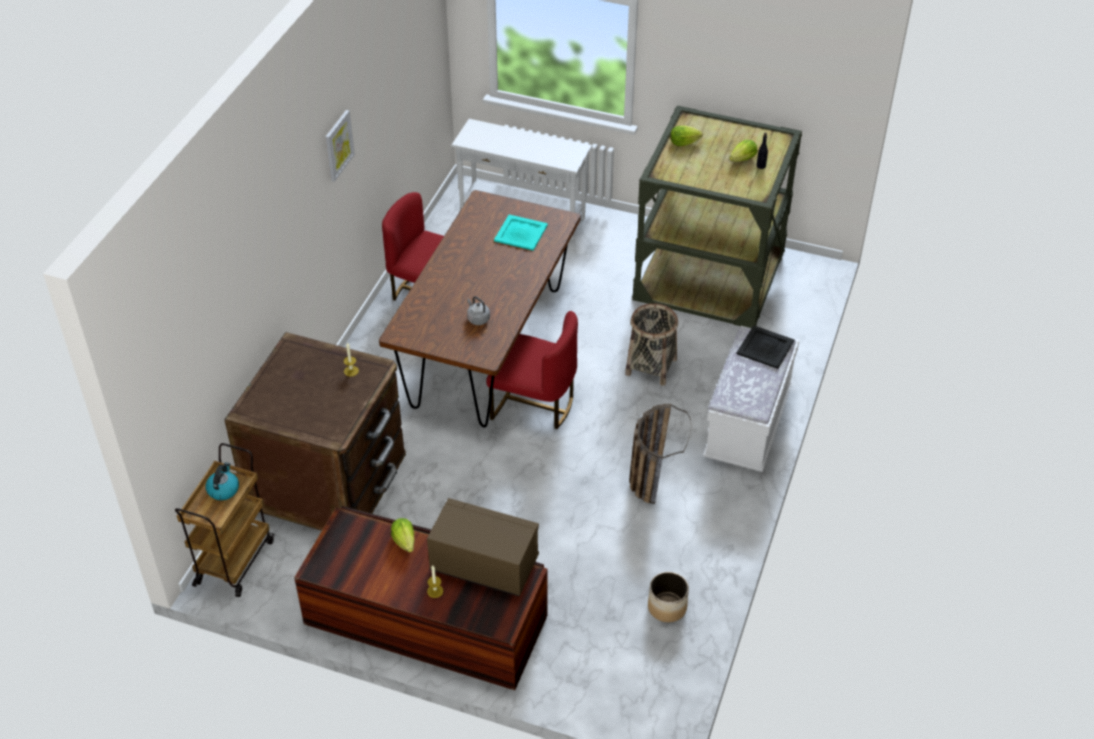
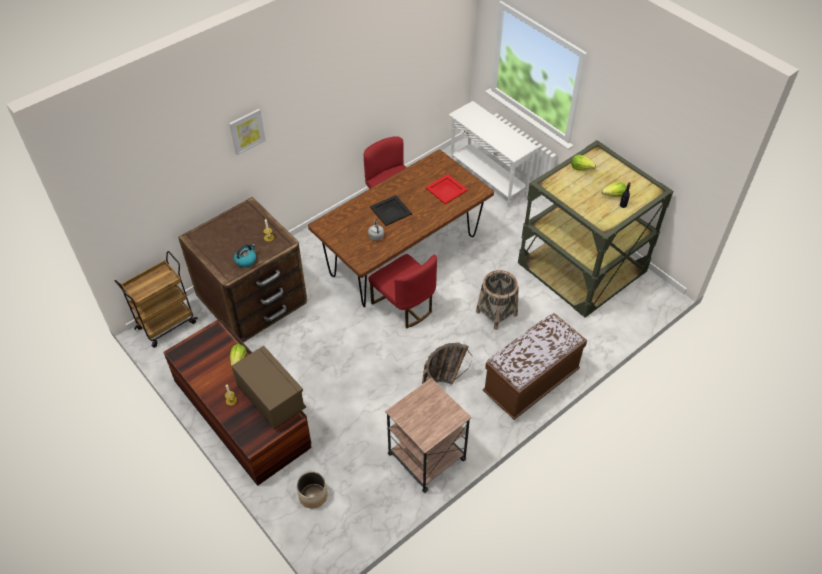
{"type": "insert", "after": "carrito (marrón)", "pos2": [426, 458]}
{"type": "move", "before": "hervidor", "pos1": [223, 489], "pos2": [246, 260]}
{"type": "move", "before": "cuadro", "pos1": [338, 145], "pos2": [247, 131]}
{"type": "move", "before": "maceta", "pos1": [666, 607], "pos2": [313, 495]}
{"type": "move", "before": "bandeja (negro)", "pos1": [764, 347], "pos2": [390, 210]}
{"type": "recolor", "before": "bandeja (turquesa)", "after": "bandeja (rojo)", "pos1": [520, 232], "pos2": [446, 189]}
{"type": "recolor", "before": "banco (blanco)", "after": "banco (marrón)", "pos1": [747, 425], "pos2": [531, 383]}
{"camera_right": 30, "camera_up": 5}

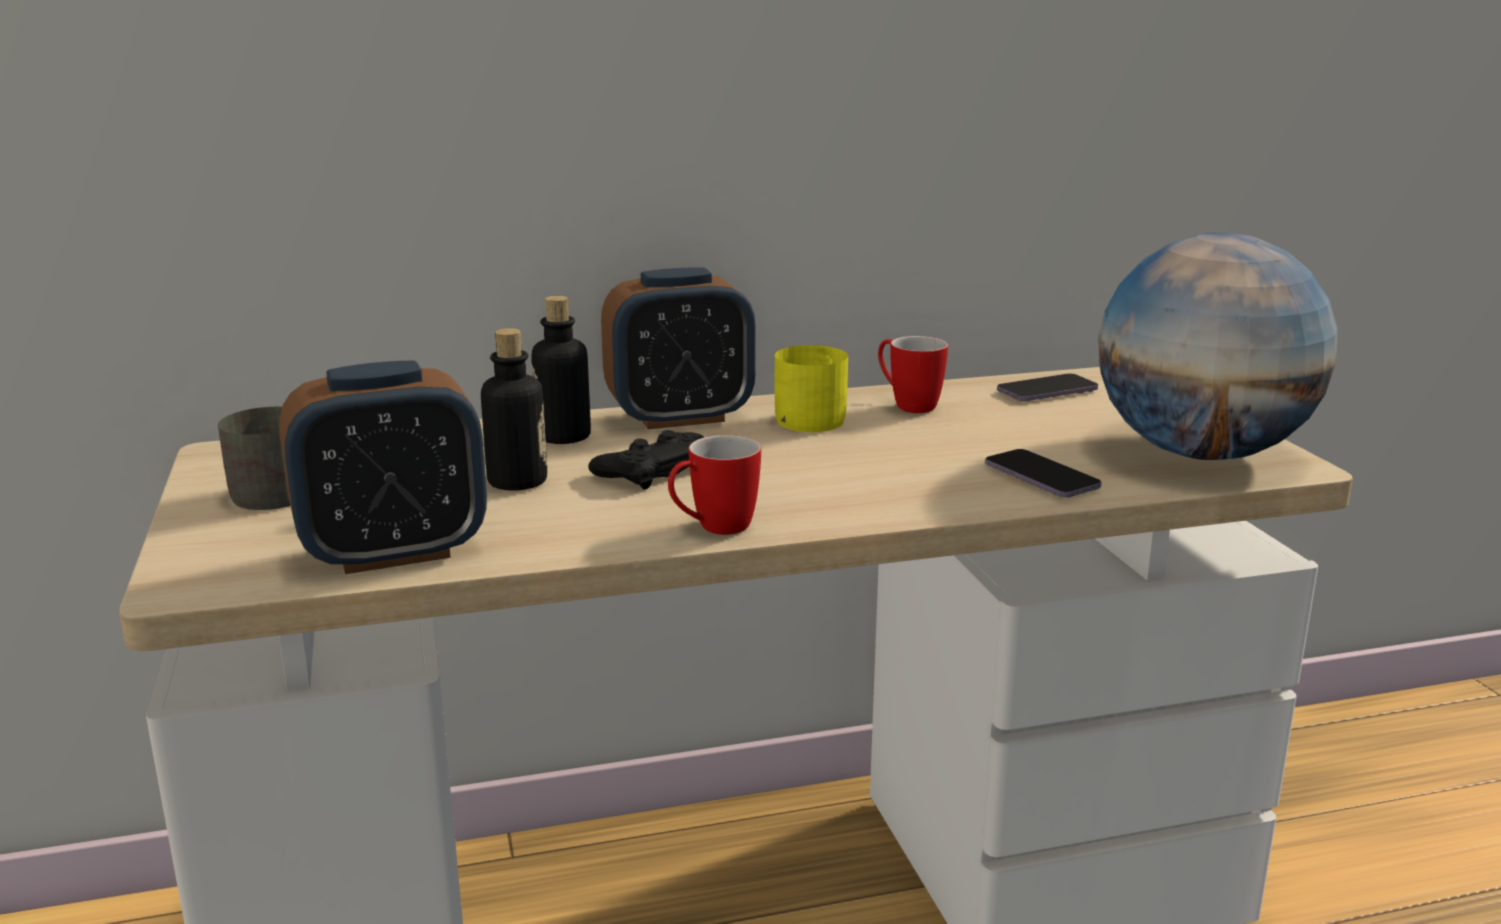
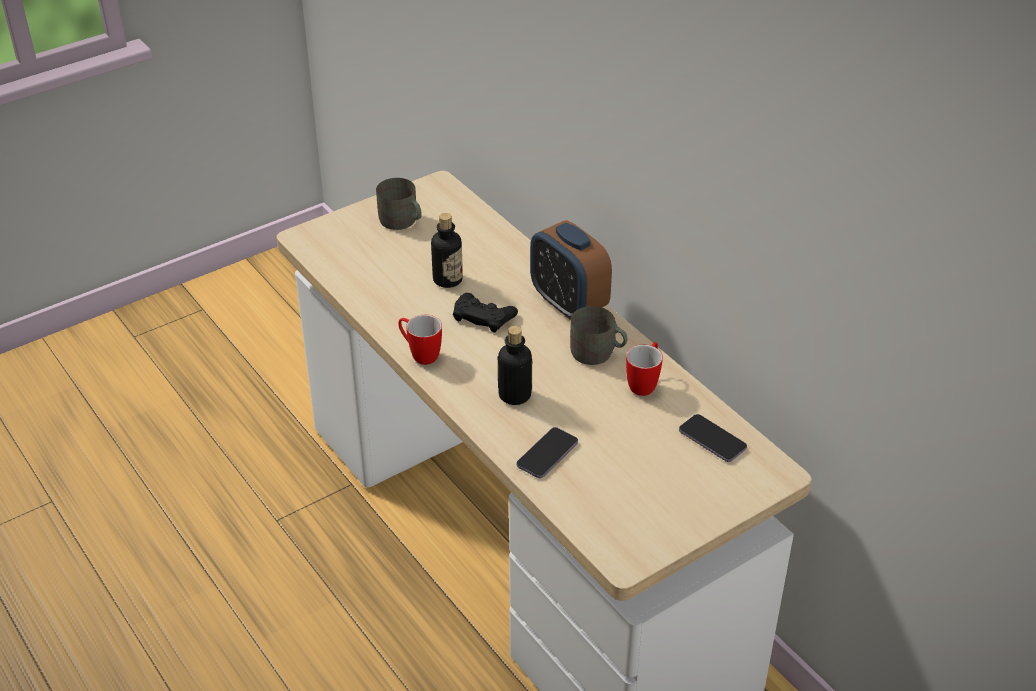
{"type": "delete", "before": "despertador", "pos1": [393, 552]}
{"type": "delete", "before": "globo terráqueo", "pos1": [1202, 453]}
{"type": "move", "before": "botella", "pos1": [563, 436], "pos2": [515, 395]}
{"type": "recolor", "before": "taza grande (amarillo)", "after": "taza grande (gris)", "pos1": [817, 418], "pos2": [597, 353]}
{"camera_right": 70, "camera_up": 20}

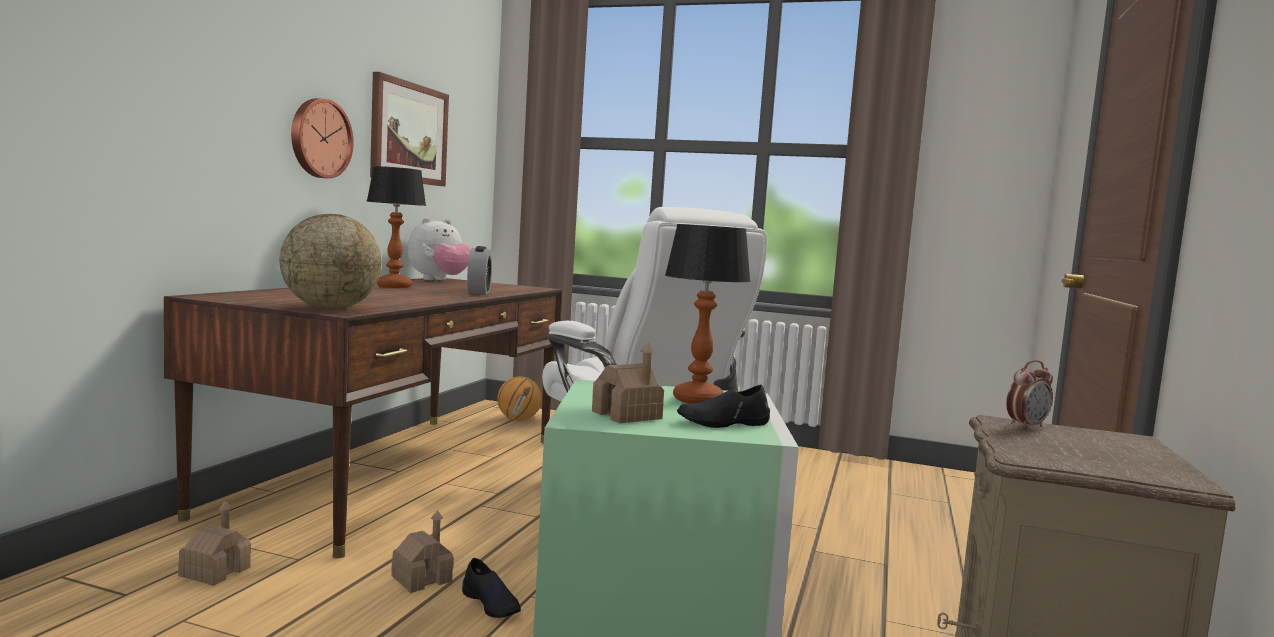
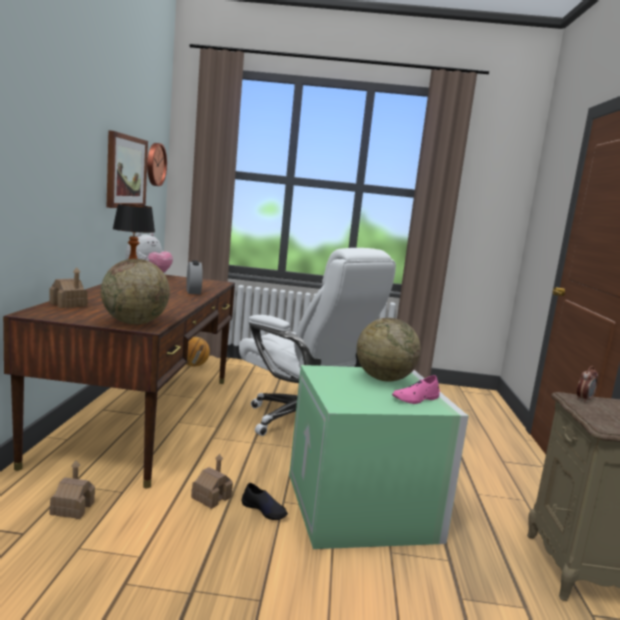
{"type": "move", "before": "reloj de pared", "pos1": [319, 138], "pos2": [154, 164]}
{"type": "move", "before": "casita", "pos1": [627, 415], "pos2": [68, 304]}
{"type": "replace", "before": "lámpara de mesa", "after": "globo terráqueo", "pos1": [697, 400], "pos2": [384, 379]}
{"type": "recolor", "before": "zapato (negro)", "after": "zapato (rosa)", "pos1": [723, 423], "pos2": [415, 399]}
{"camera_right": -15, "camera_up": 5}

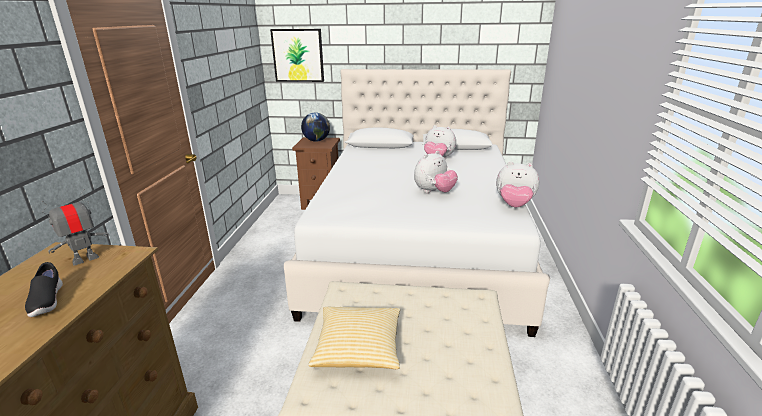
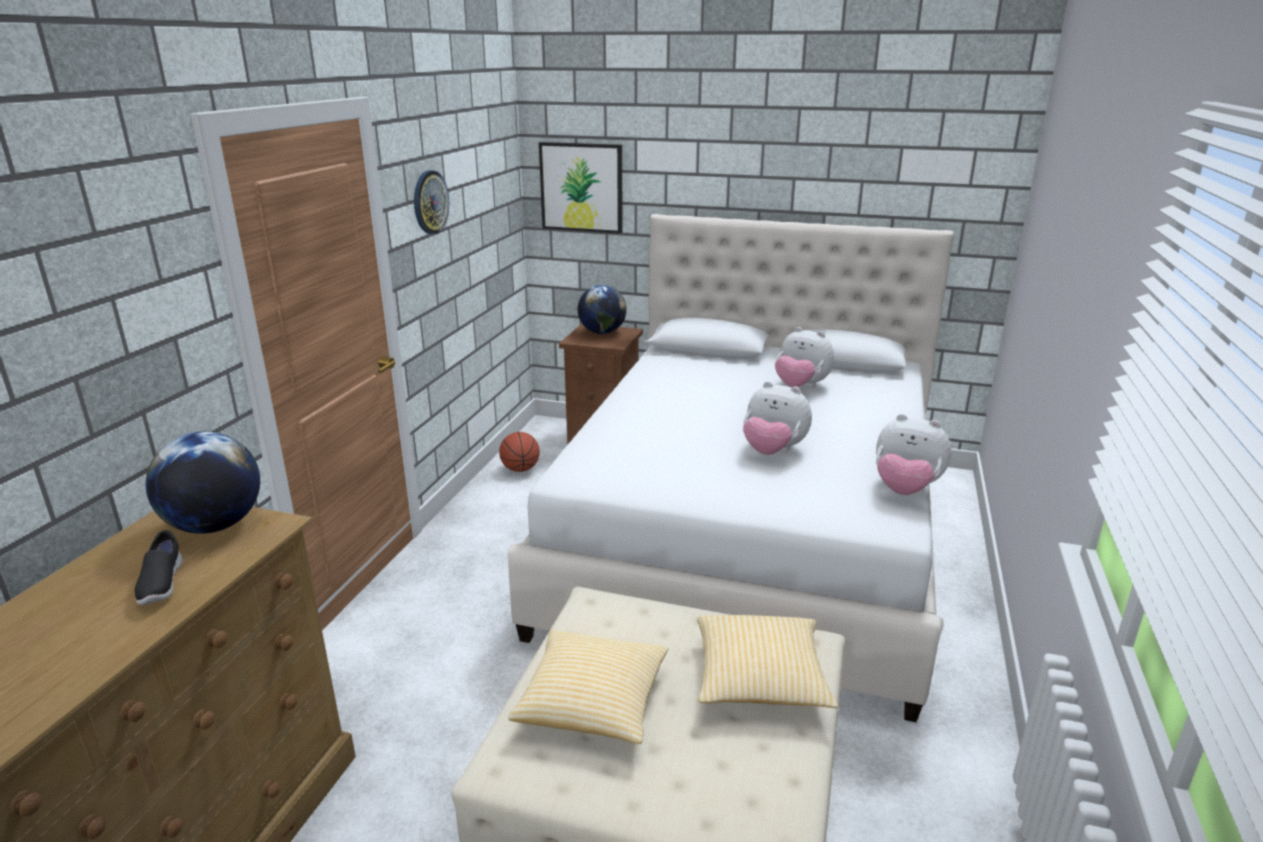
{"type": "insert", "after": "reloj de pared", "pos2": [430, 202]}
{"type": "insert", "after": "balón de baloncesto", "pos2": [520, 469]}
{"type": "insert", "after": "cojín", "pos2": [759, 680]}
{"type": "replace", "before": "robot de juguete", "after": "globo terráqueo", "pos1": [85, 259], "pos2": [215, 525]}
{"type": "rotate", "before": "peluche", "pos1": [434, 192], "pos2": [773, 451], "turn": 60}
{"camera_right": 10, "camera_up": 0}

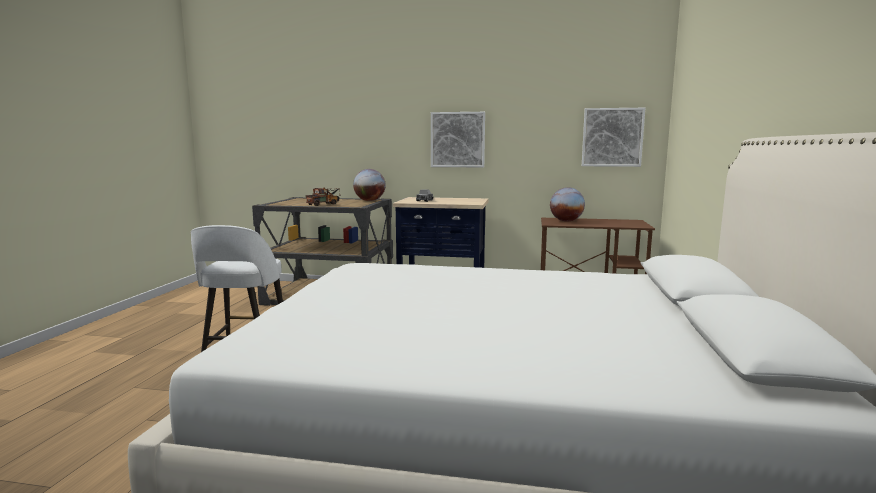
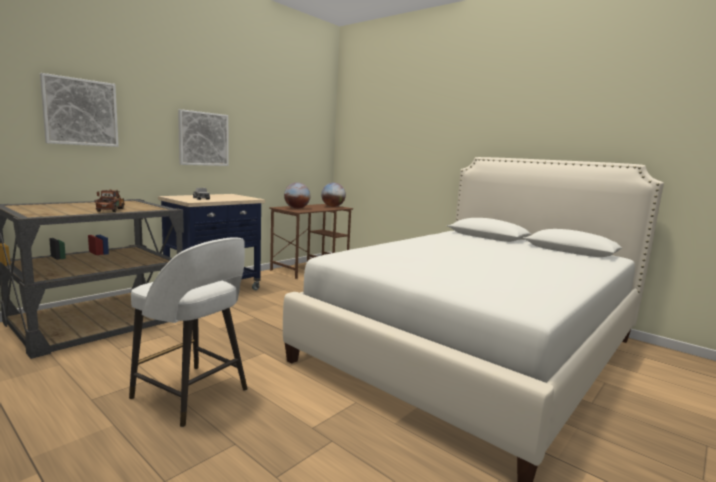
{"type": "move", "before": "globo terráqueo", "pos1": [369, 200], "pos2": [333, 206]}
{"type": "move", "before": "cuadro", "pos1": [612, 137], "pos2": [81, 112]}
{"camera_right": -60, "camera_up": 0}

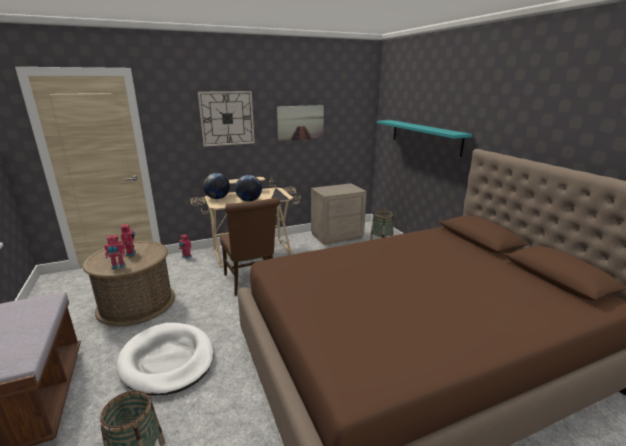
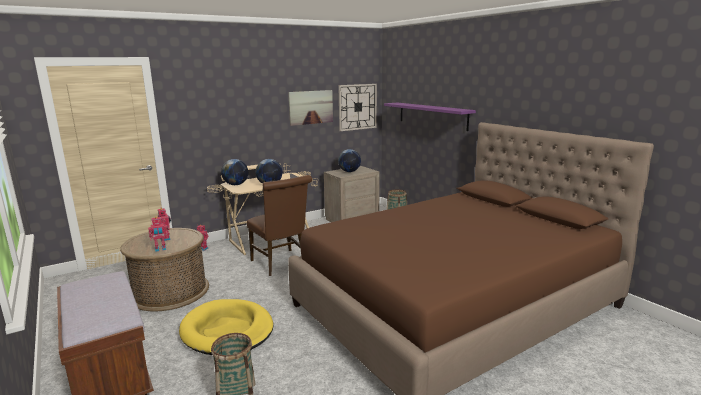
{"type": "insert", "after": "globo terráqueo", "pos2": [349, 171]}
{"type": "move", "before": "reloj de pared", "pos1": [227, 118], "pos2": [357, 107]}
{"type": "recolor", "before": "cama para perro (blanco)", "after": "cama para perro (amarillo)", "pos1": [168, 361], "pos2": [227, 330]}
{"type": "recolor", "before": "estante (turquesa)", "after": "estante (morado)", "pos1": [425, 136], "pos2": [432, 115]}
{"camera_right": -10, "camera_up": -5}

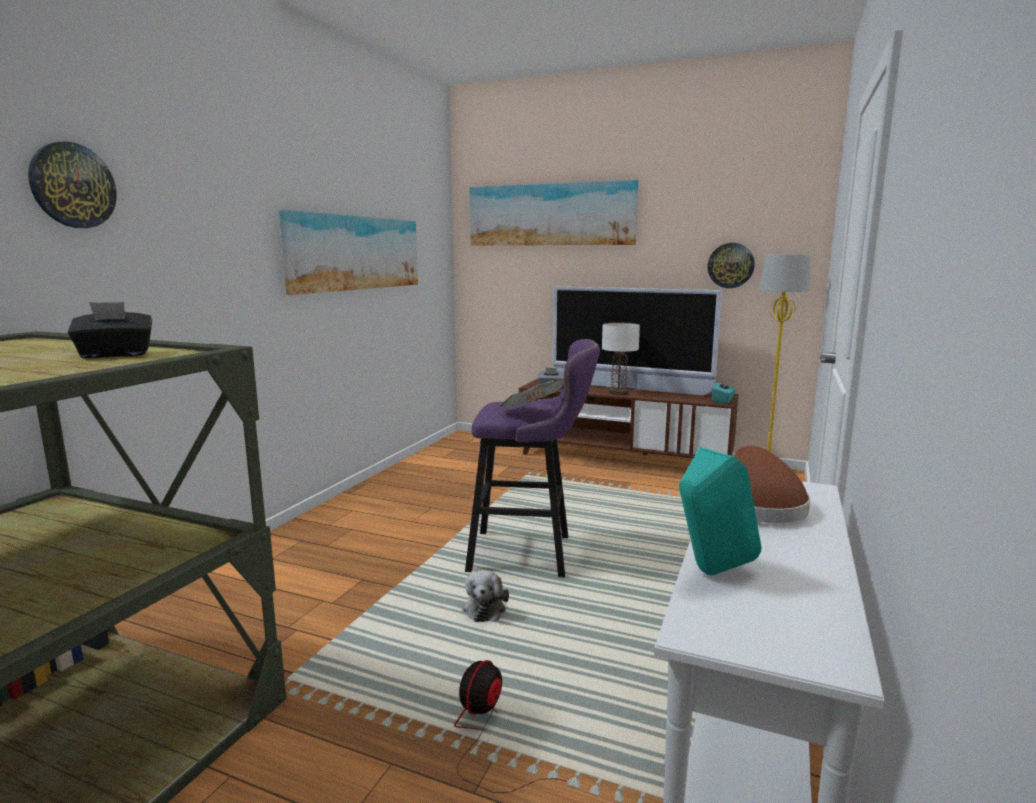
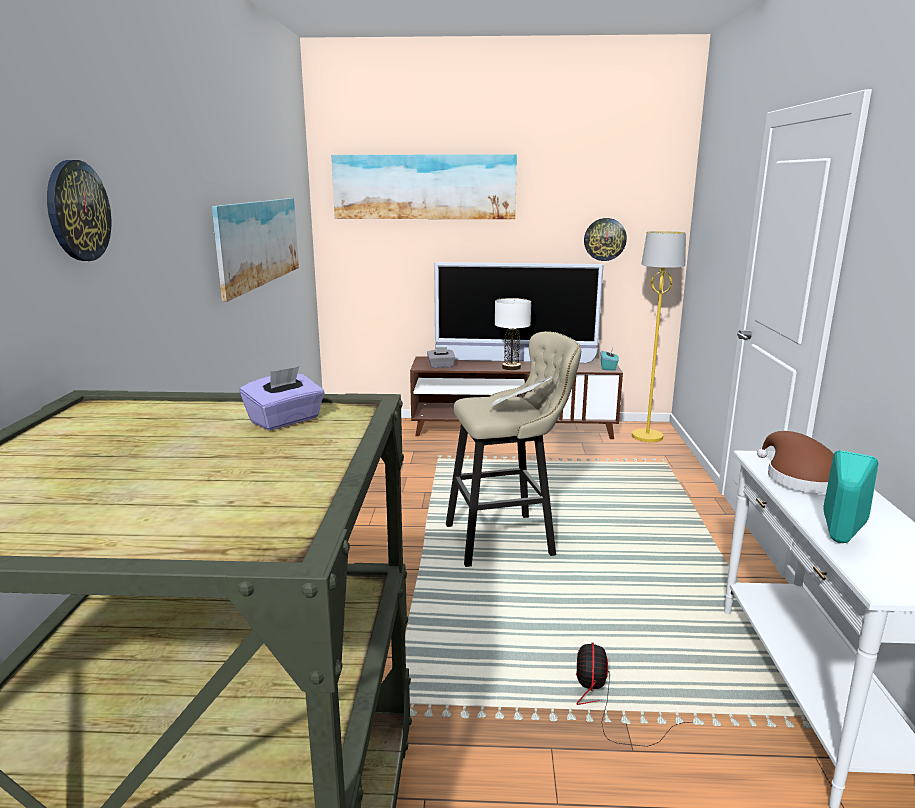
{"type": "delete", "before": "peluche", "pos1": [484, 608]}
{"type": "recolor", "before": "caja de pañuelos (negro)", "after": "caja de pañuelos (morado)", "pos1": [115, 355], "pos2": [285, 421]}
{"type": "recolor", "before": "taburete (morado)", "after": "taburete (beis)", "pos1": [534, 554], "pos2": [512, 538]}
{"camera_right": -20, "camera_up": 5}

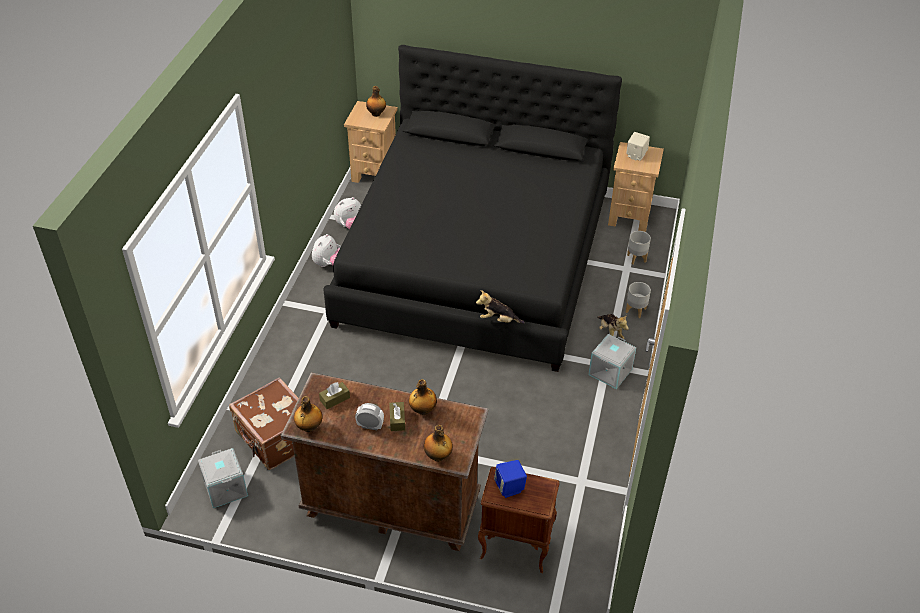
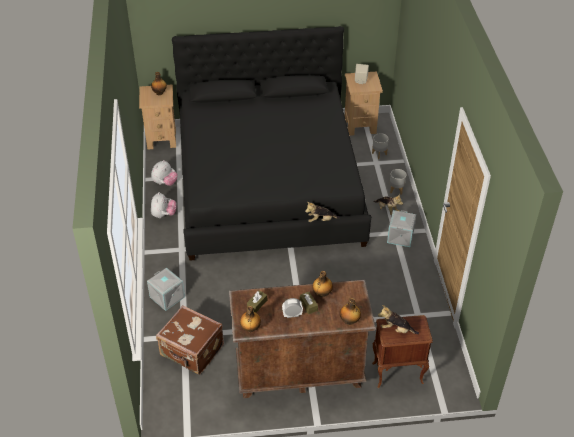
{"type": "move", "before": "caja de almacenaje (gris)", "pos1": [224, 488], "pos2": [166, 297]}
{"type": "replace", "before": "altavoz (azul)", "after": "peluche", "pos1": [509, 487], "pos2": [396, 329]}
{"camera_right": -20, "camera_up": 0}

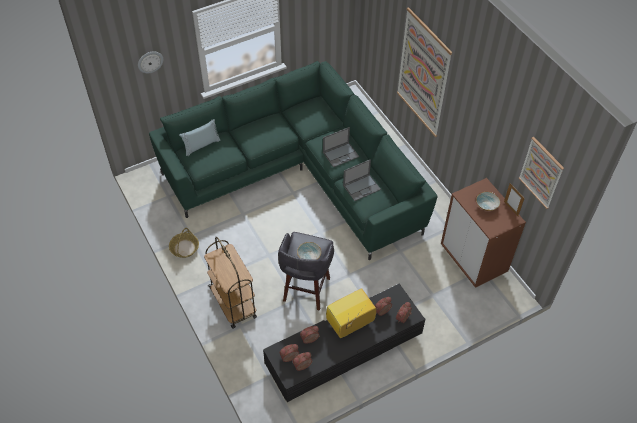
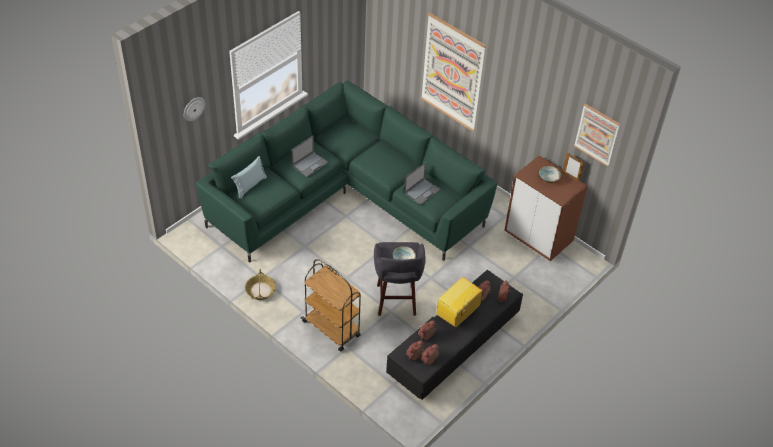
{"type": "move", "before": "portátil", "pos1": [341, 154], "pos2": [310, 164]}
{"camera_right": -20, "camera_up": -5}

